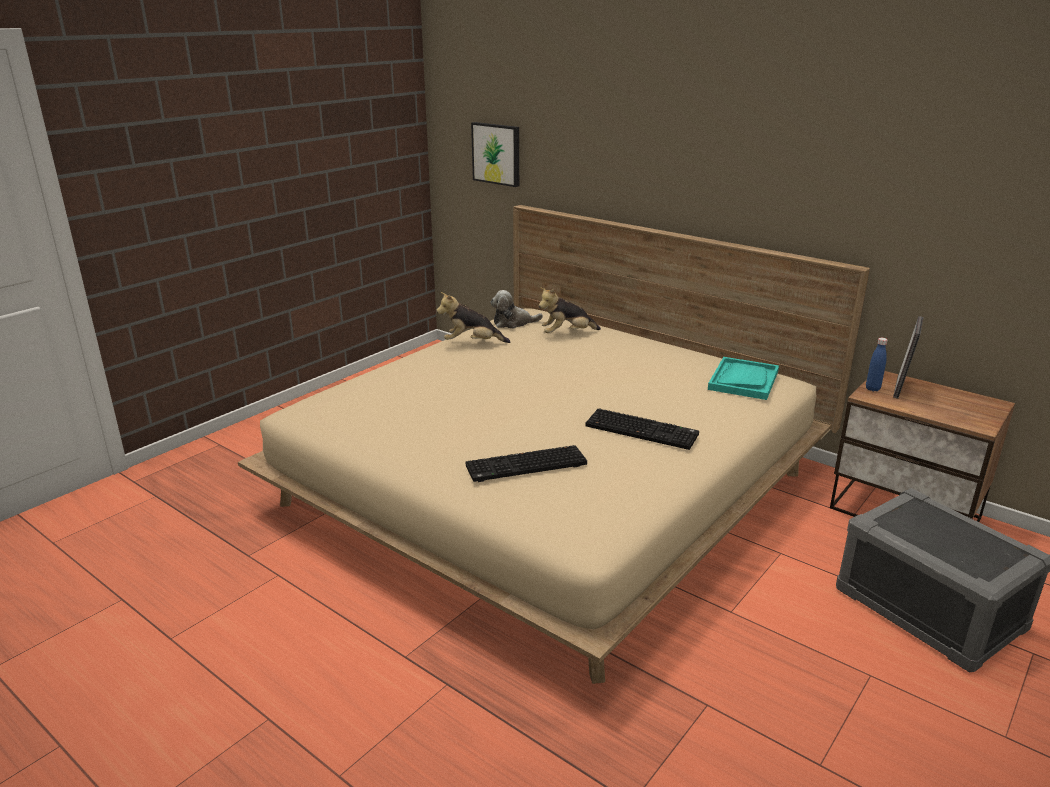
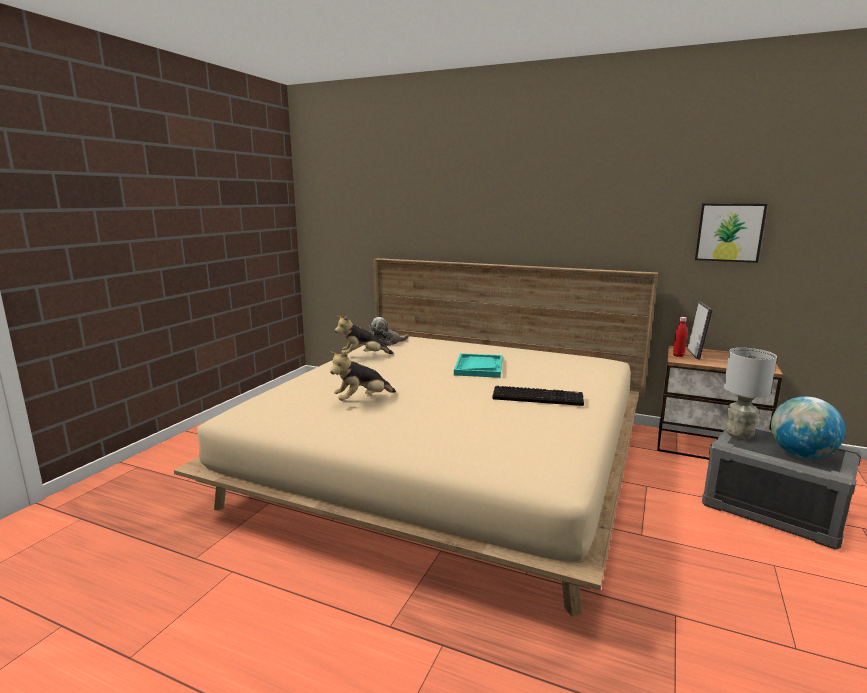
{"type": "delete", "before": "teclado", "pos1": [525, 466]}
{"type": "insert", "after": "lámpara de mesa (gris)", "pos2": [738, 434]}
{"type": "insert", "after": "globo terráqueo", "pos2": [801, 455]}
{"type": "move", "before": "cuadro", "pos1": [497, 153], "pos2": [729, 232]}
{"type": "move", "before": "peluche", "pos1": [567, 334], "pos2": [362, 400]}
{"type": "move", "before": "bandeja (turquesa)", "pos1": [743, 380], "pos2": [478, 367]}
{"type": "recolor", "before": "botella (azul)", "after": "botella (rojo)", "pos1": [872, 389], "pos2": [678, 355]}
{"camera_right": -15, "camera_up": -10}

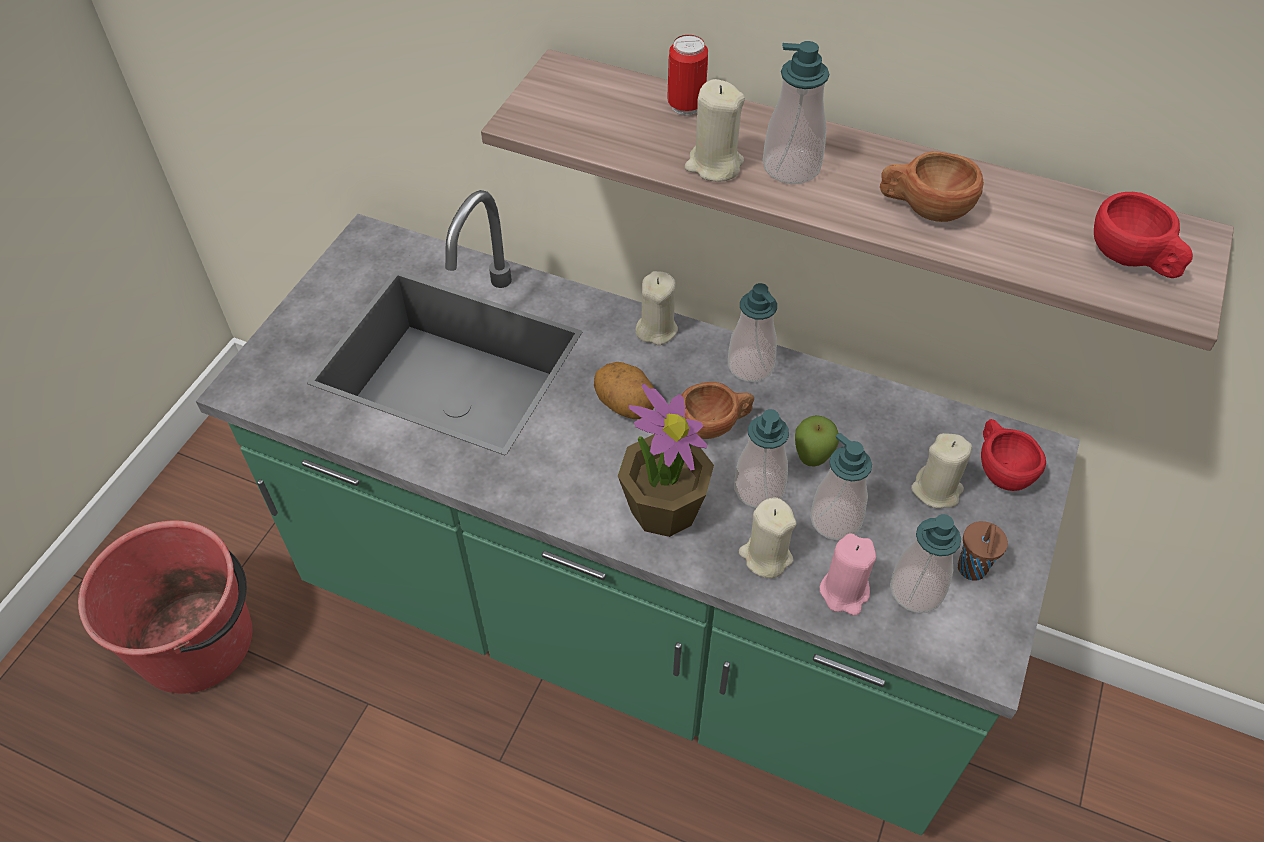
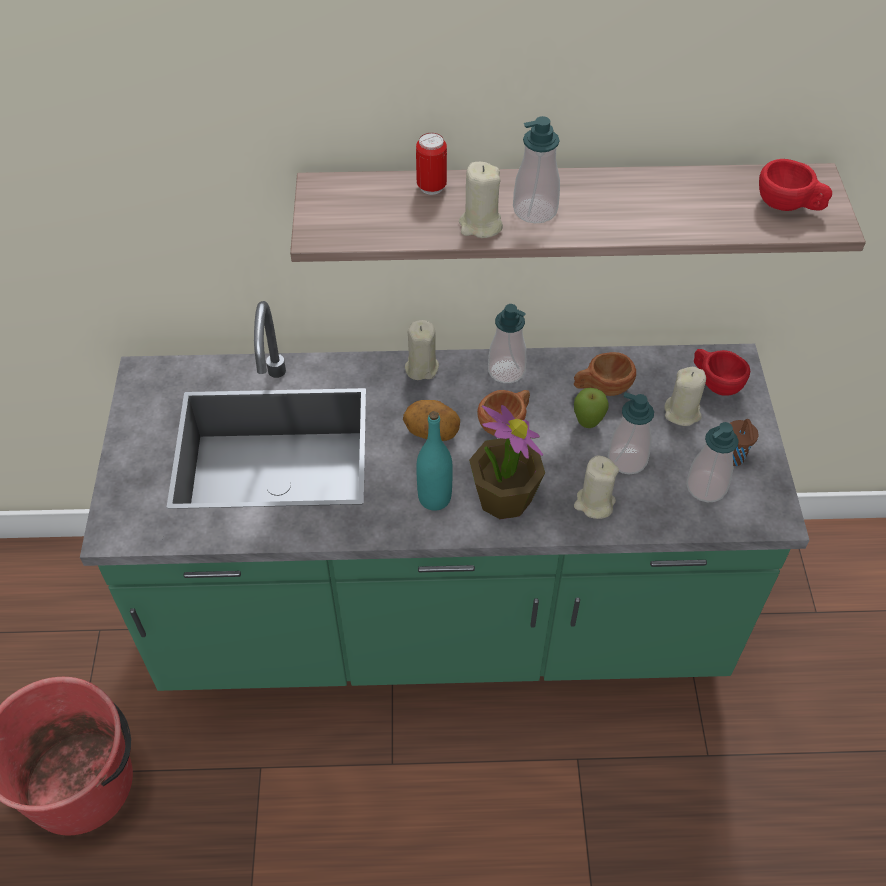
{"type": "delete", "before": "dispensador de jabón", "pos1": [759, 489]}
{"type": "delete", "before": "vela (rosa)", "pos1": [844, 591]}
{"type": "insert", "after": "botella (turquesa)", "pos2": [434, 498]}
{"type": "move", "before": "taza (marrón)", "pos1": [923, 209], "pos2": [602, 388]}
{"camera_right": -25, "camera_up": 0}

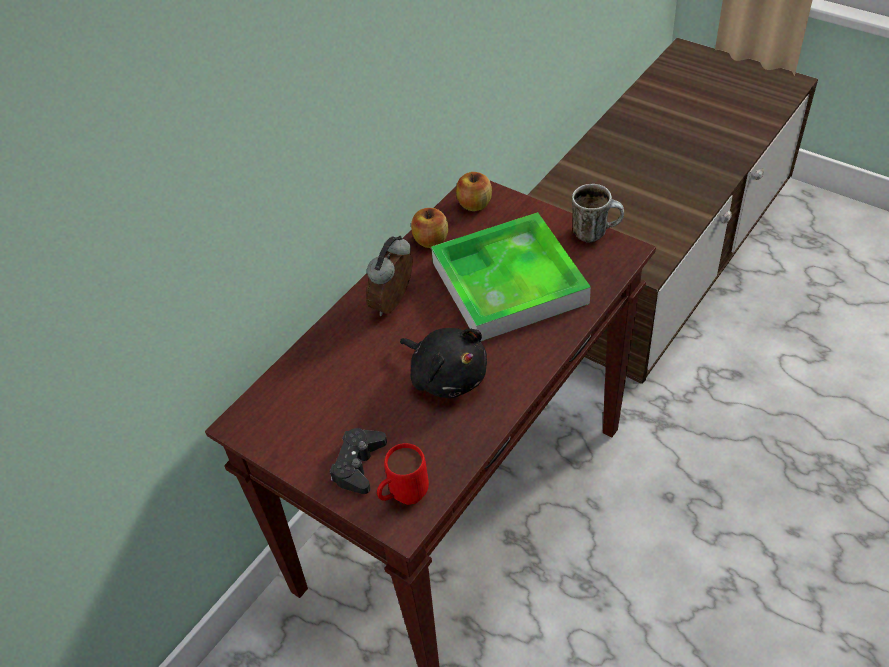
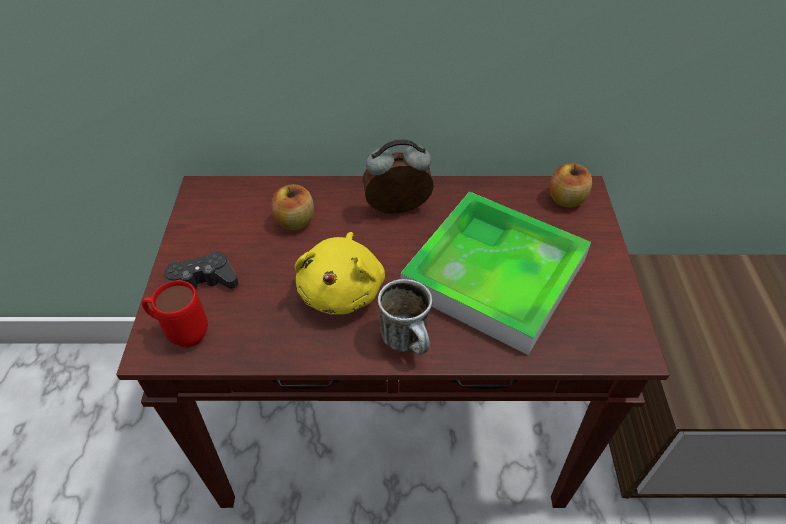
{"type": "move", "before": "manzana", "pos1": [431, 240], "pos2": [295, 221]}
{"type": "move", "before": "taza grande", "pos1": [595, 232], "pos2": [409, 343]}
{"type": "recolor", "before": "peluche (negro)", "after": "peluche (amarillo)", "pos1": [446, 375], "pos2": [342, 290]}
{"camera_right": 50, "camera_up": 0}

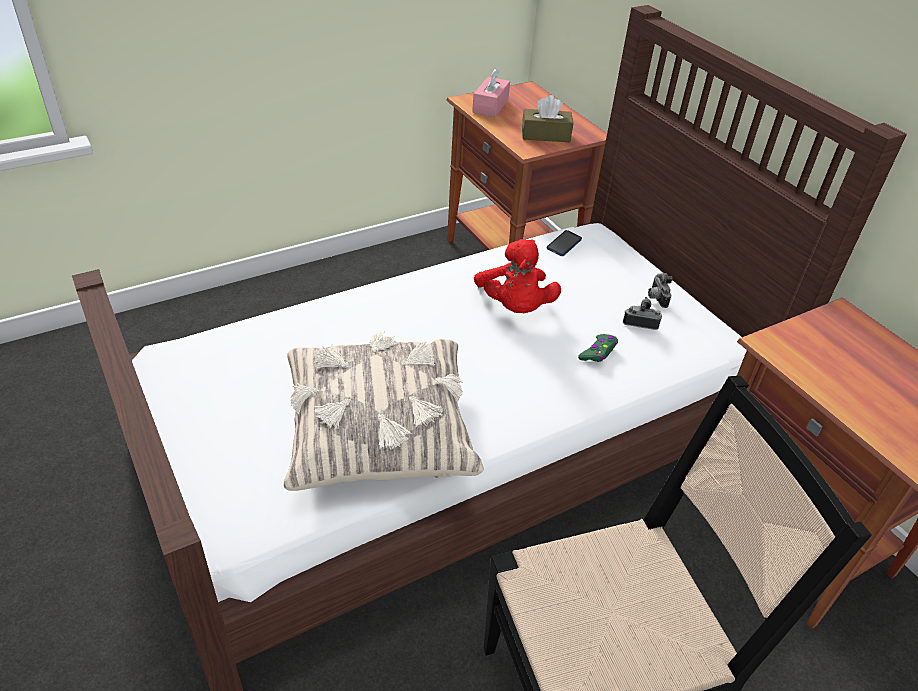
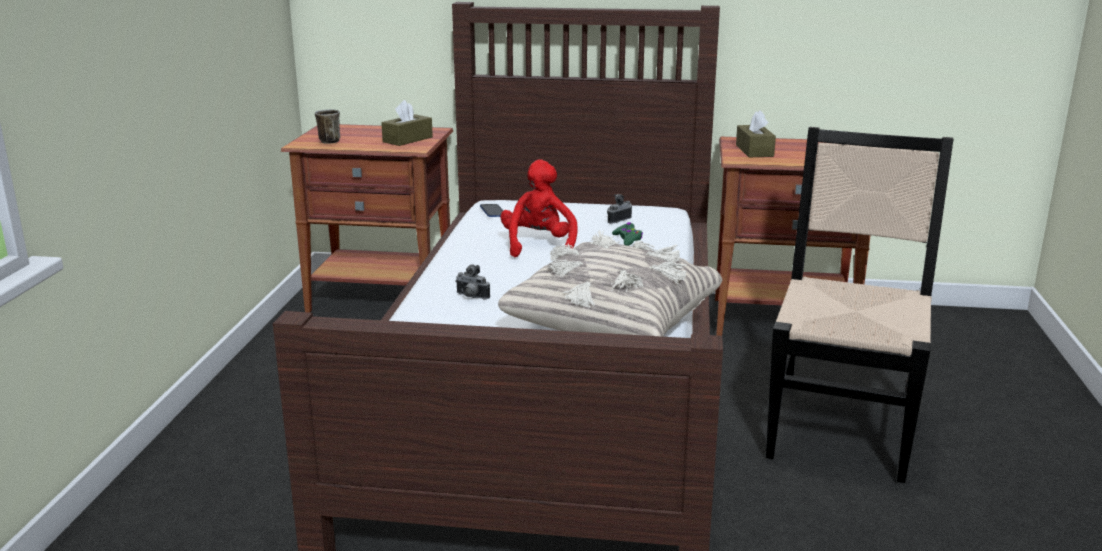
{"type": "insert", "after": "caja de pañuelos (marrón)", "pos2": [754, 151]}
{"type": "move", "before": "cámara", "pos1": [655, 298], "pos2": [471, 297]}
{"type": "replace", "before": "caja de pañuelos (rosa)", "after": "taza grande", "pos1": [490, 106], "pos2": [328, 141]}
{"type": "rotate", "before": "peluche (rojo)", "pos1": [514, 307], "pos2": [539, 246], "turn": -120}
{"camera_right": -50, "camera_up": -20}

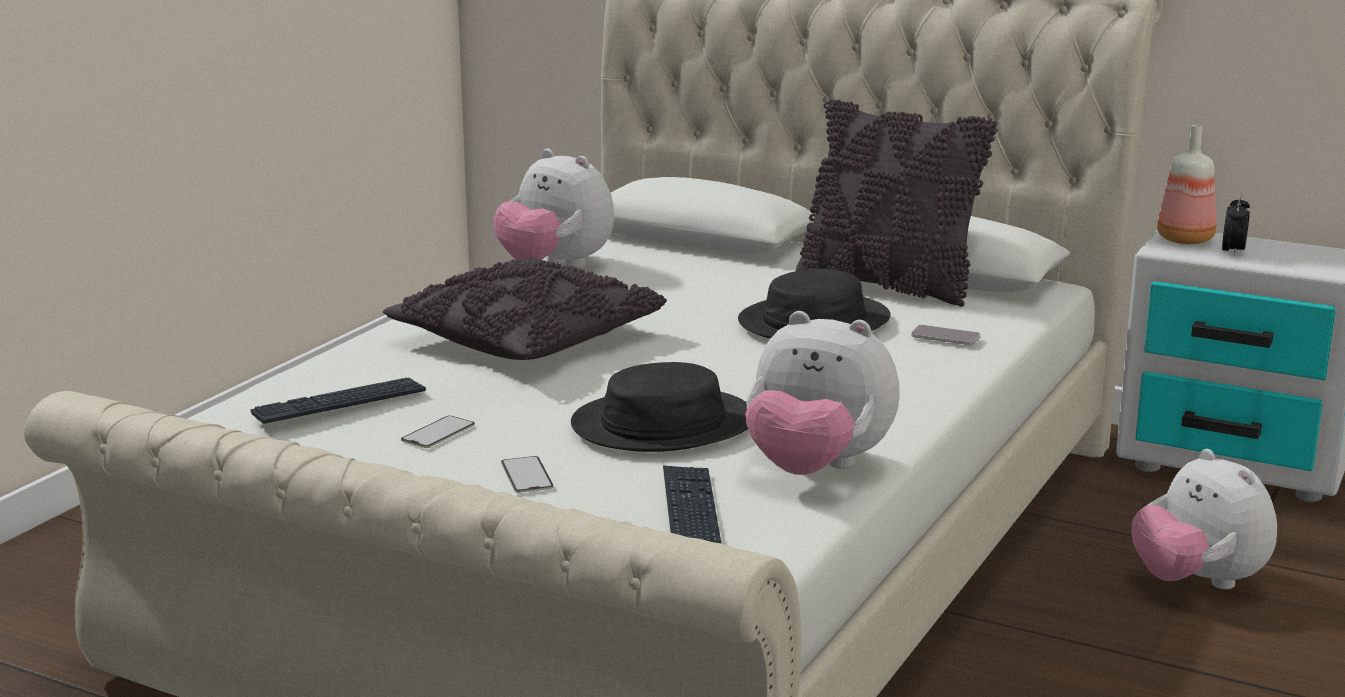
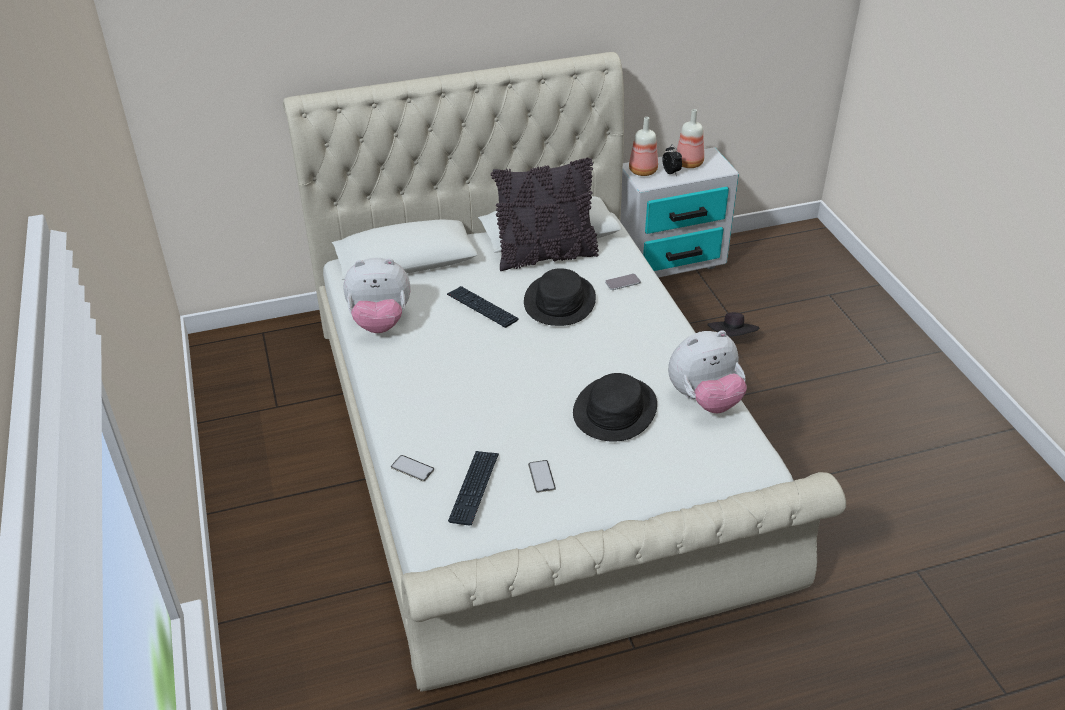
{"type": "delete", "before": "cojín (negro)", "pos1": [528, 339]}
{"type": "insert", "after": "botella", "pos2": [690, 164]}
{"type": "move", "before": "móvil", "pos1": [526, 475], "pos2": [412, 468]}
{"type": "move", "before": "teclado", "pos1": [691, 512], "pos2": [482, 308]}
{"type": "replace", "before": "peluche", "after": "sombrero (negro)", "pos1": [1198, 582], "pos2": [732, 338]}
{"camera_right": -45, "camera_up": 20}

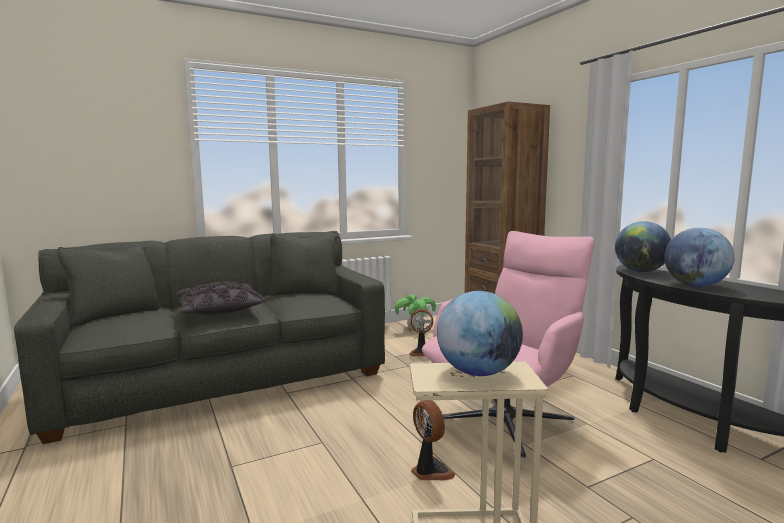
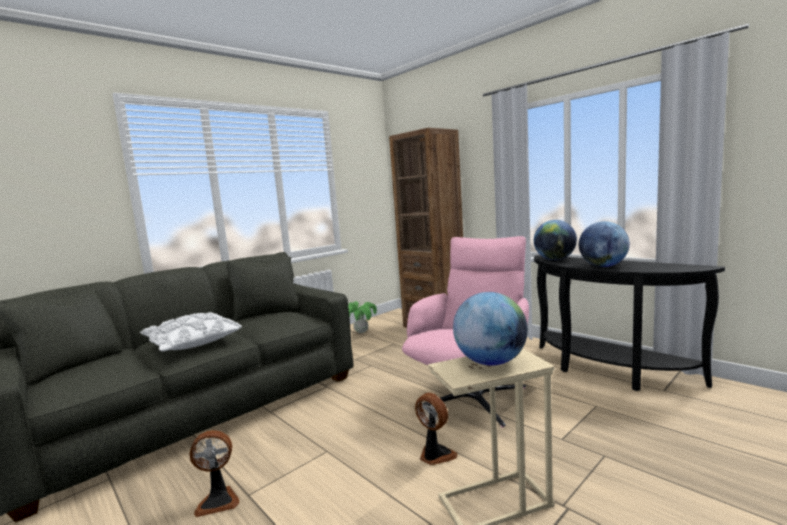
{"type": "move", "before": "ventilador", "pos1": [421, 352], "pos2": [218, 500]}
{"type": "recolor", "before": "cojín (negro)", "after": "cojín (blanco)", "pos1": [220, 309], "pos2": [192, 342]}
{"camera_right": -15, "camera_up": 0}

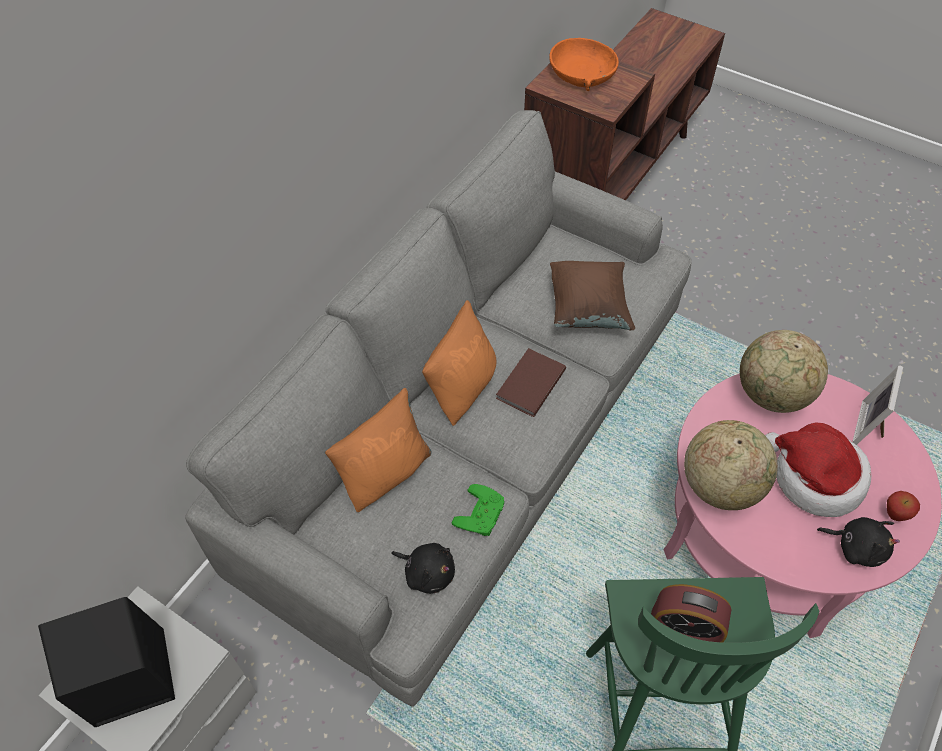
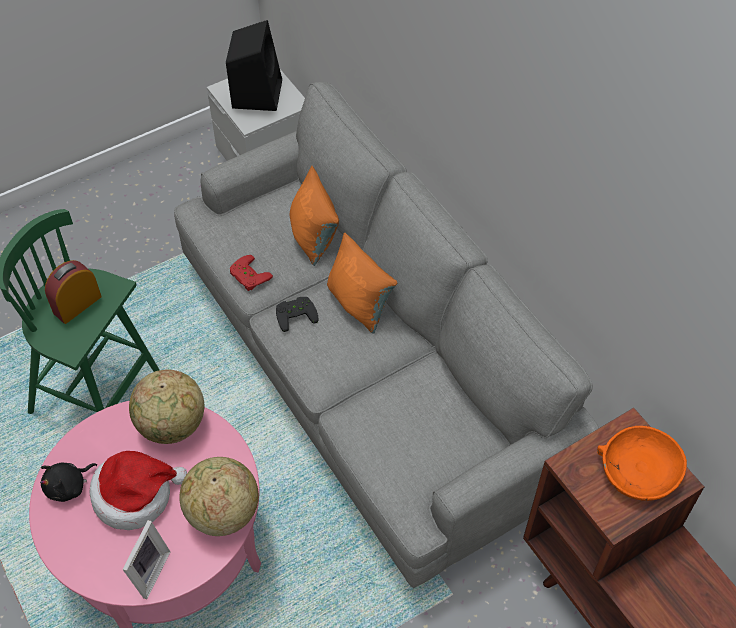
{"type": "delete", "before": "peluche (negro)", "pos1": [427, 572]}
{"type": "delete", "before": "libro (marrón)", "pos1": [529, 384]}
{"type": "delete", "before": "cojín (marrón)", "pos1": [587, 309]}
{"type": "delete", "before": "manzana", "pos1": [894, 515]}
{"type": "insert", "after": "mando de consola (negro)", "pos2": [295, 313]}
{"type": "recolor", "before": "mando de consola (verde)", "after": "mando de consola (rojo)", "pos1": [482, 514], "pos2": [247, 276]}
{"type": "rotate", "before": "portarretratos", "pos1": [870, 426], "pos2": [148, 571], "turn": 60}
{"camera_right": 115, "camera_up": 0}

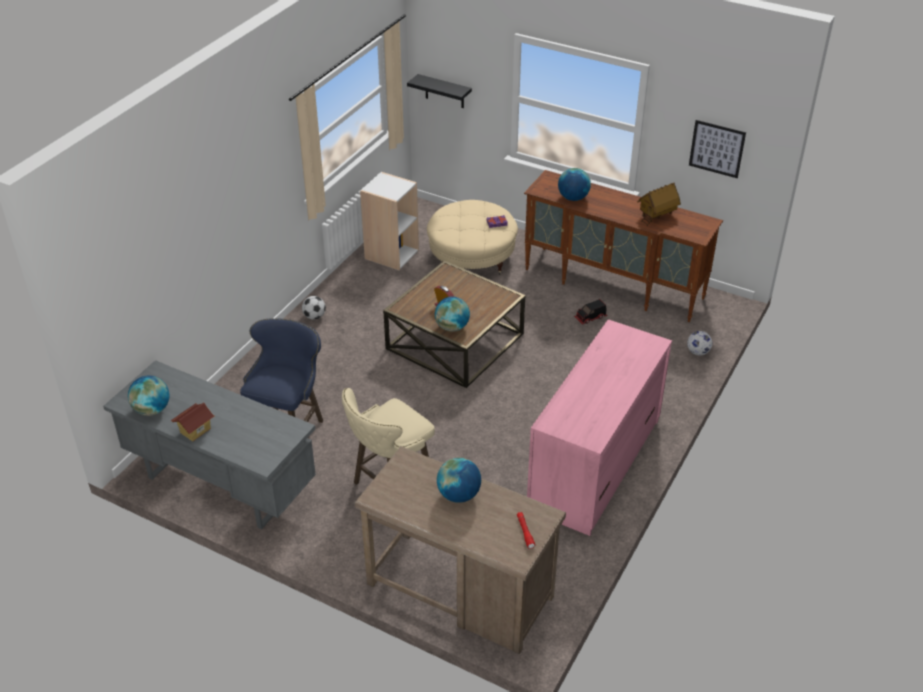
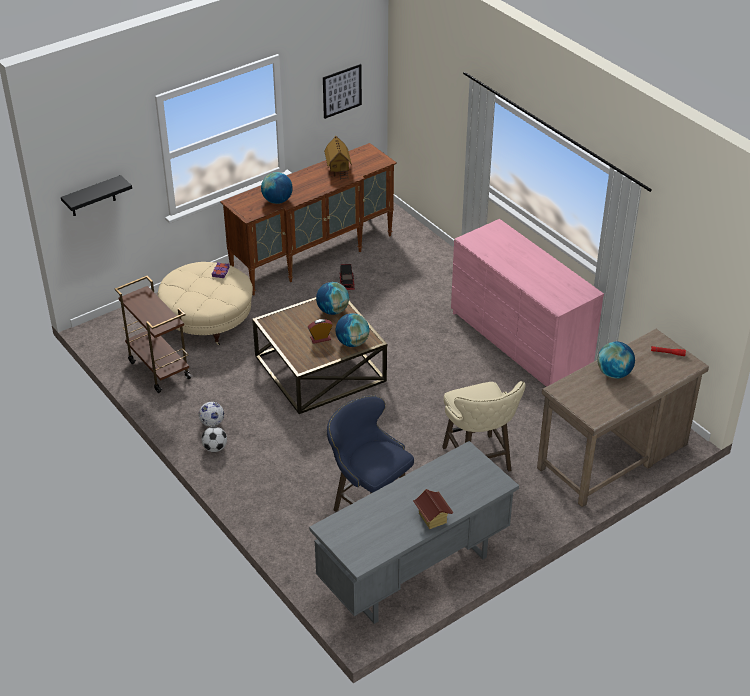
{"type": "move", "before": "globo terráqueo", "pos1": [152, 410], "pos2": [333, 311]}
{"type": "move", "before": "balón de fútbol", "pos1": [698, 352], "pos2": [212, 423]}
{"type": "replace", "before": "estantería", "after": "carrito (marrón)", "pos1": [392, 254], "pos2": [158, 369]}
{"camera_right": -65, "camera_up": 0}

